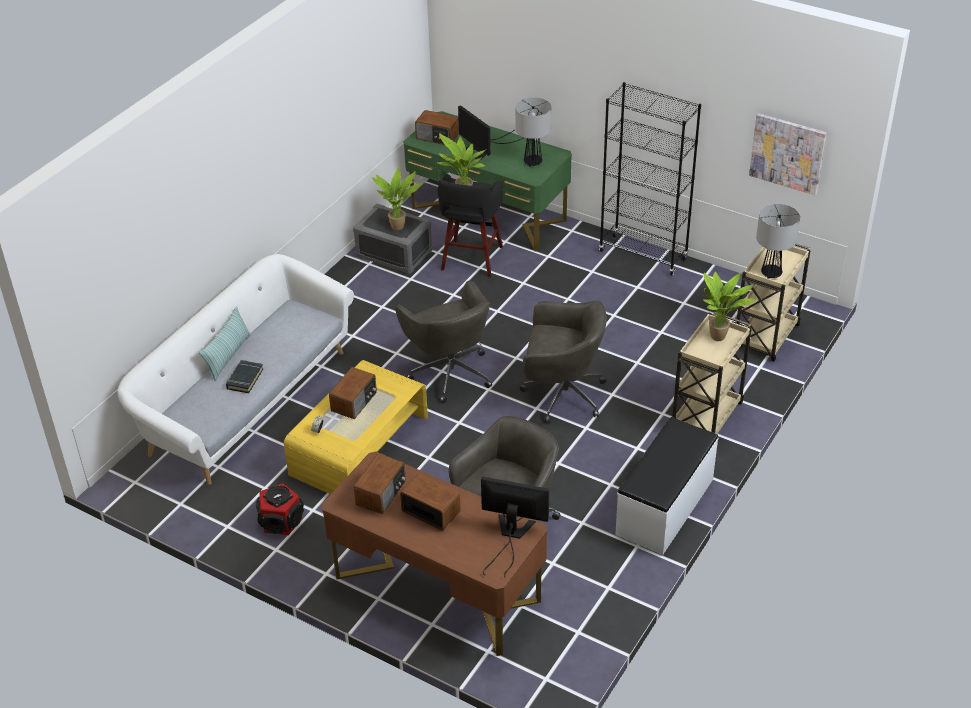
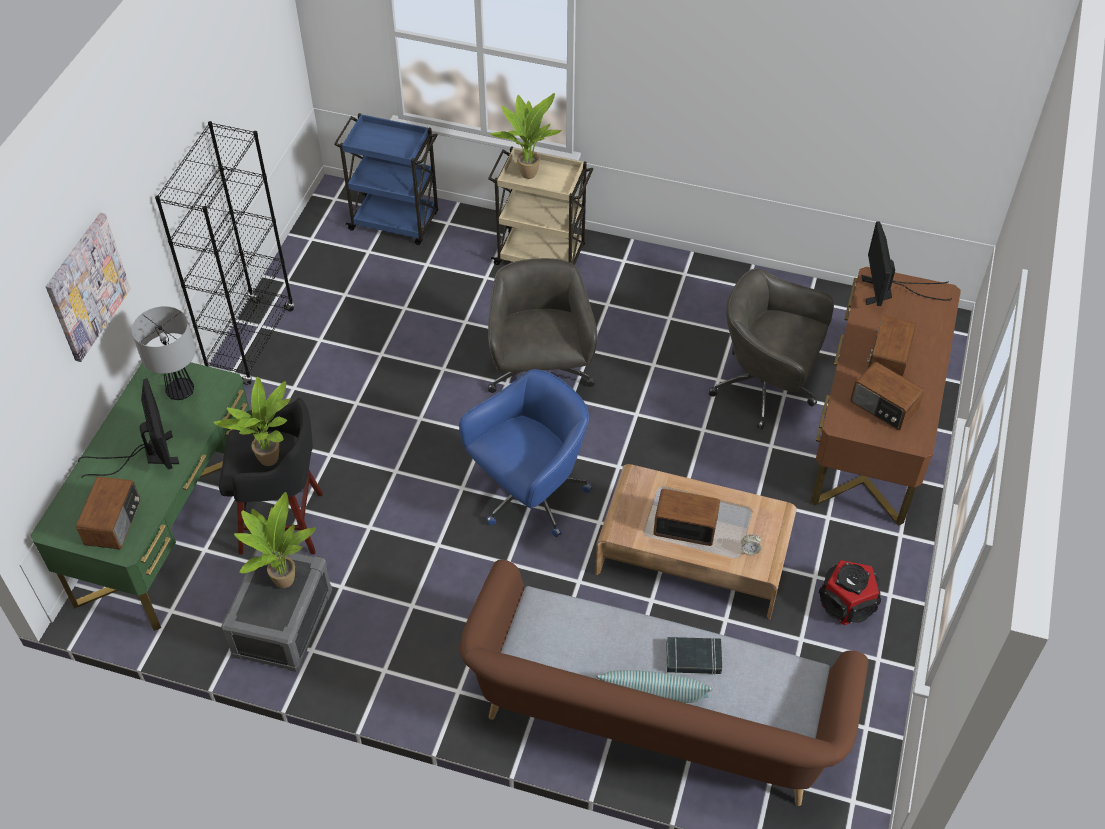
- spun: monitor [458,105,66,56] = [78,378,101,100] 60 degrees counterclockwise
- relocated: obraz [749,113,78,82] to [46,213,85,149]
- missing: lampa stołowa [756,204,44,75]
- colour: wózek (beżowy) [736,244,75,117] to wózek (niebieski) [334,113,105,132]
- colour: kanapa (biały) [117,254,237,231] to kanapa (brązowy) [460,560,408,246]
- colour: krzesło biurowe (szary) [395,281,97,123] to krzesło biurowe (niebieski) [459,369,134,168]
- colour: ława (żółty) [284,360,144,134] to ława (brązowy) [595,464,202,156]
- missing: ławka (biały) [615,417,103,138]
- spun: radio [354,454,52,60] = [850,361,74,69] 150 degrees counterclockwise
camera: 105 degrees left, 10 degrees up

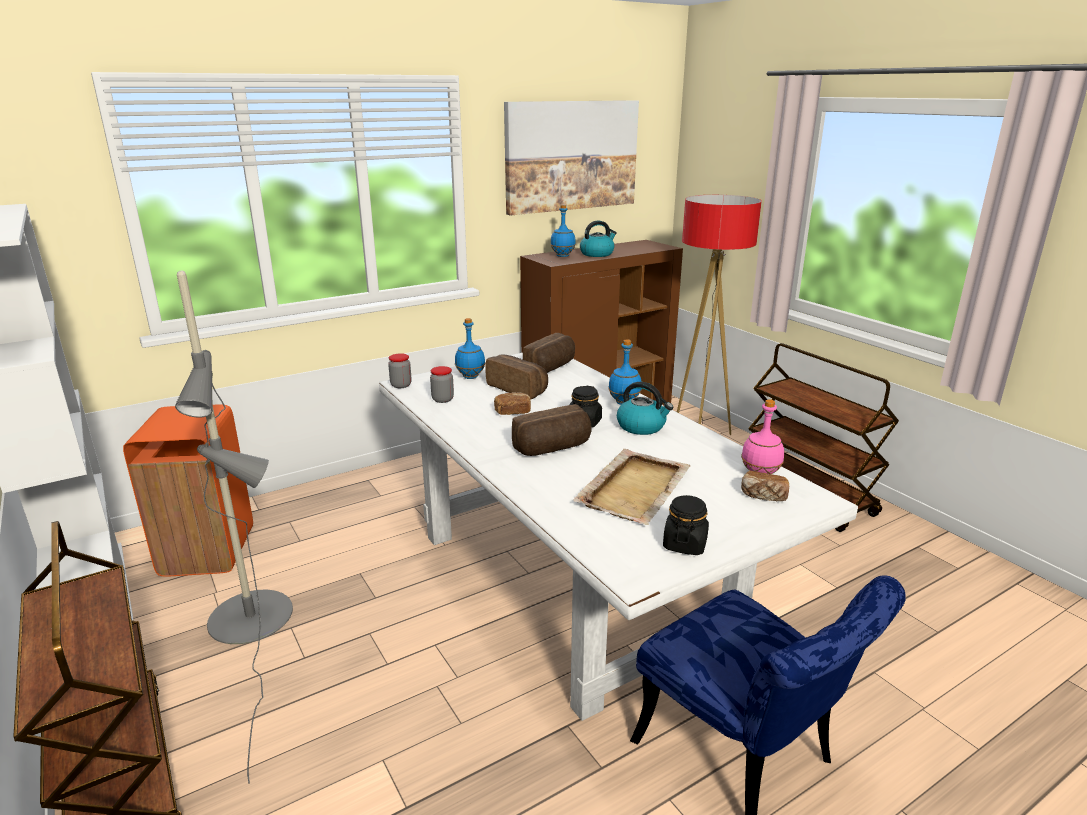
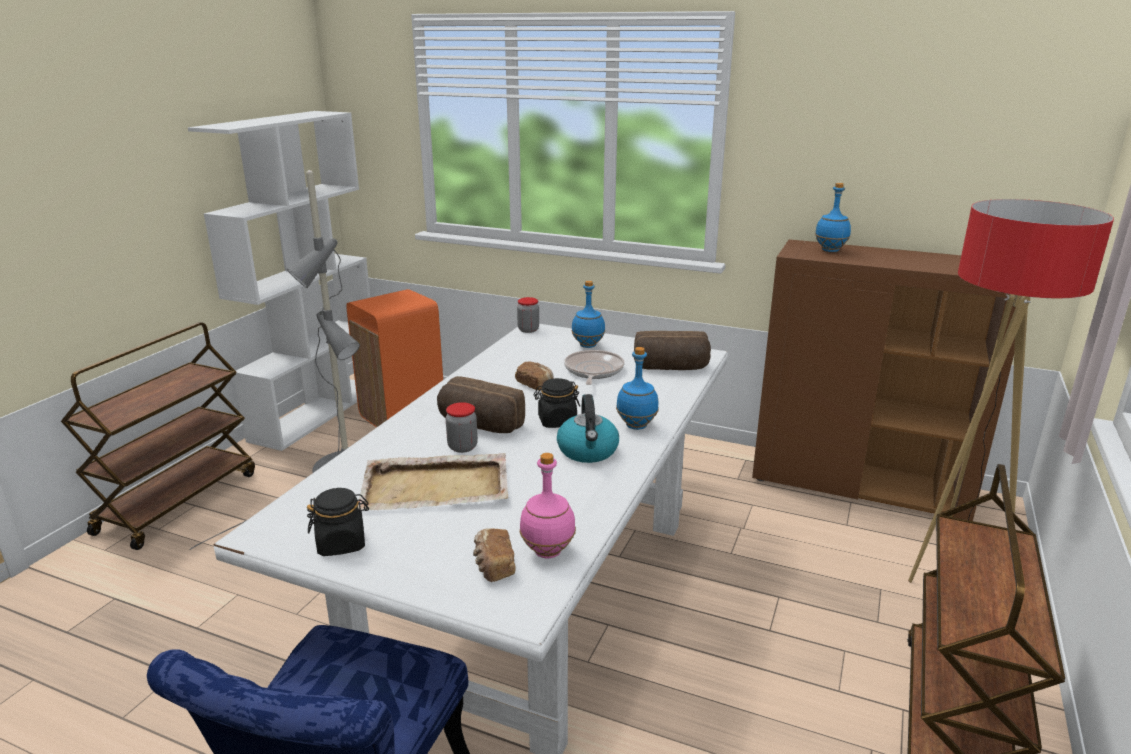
- missing: obraz [504,100,135,116]
- missing: czajnik [580,221,37,36]
- exchanged: chleb [485,354,63,45] to patelnia [564,350,60,35]
- relocated: słoik [430,366,24,37] to [446,402,32,51]
camera: 55 degrees right, 0 degrees up

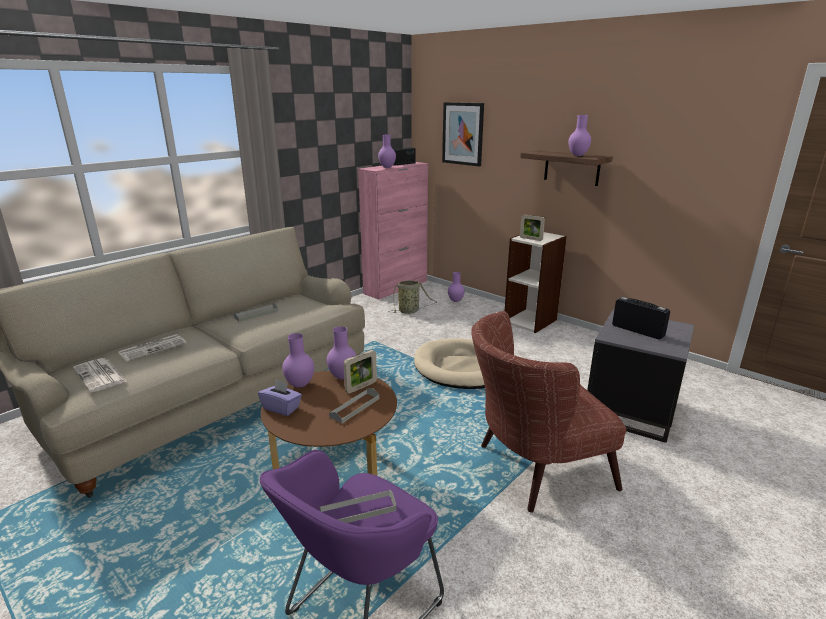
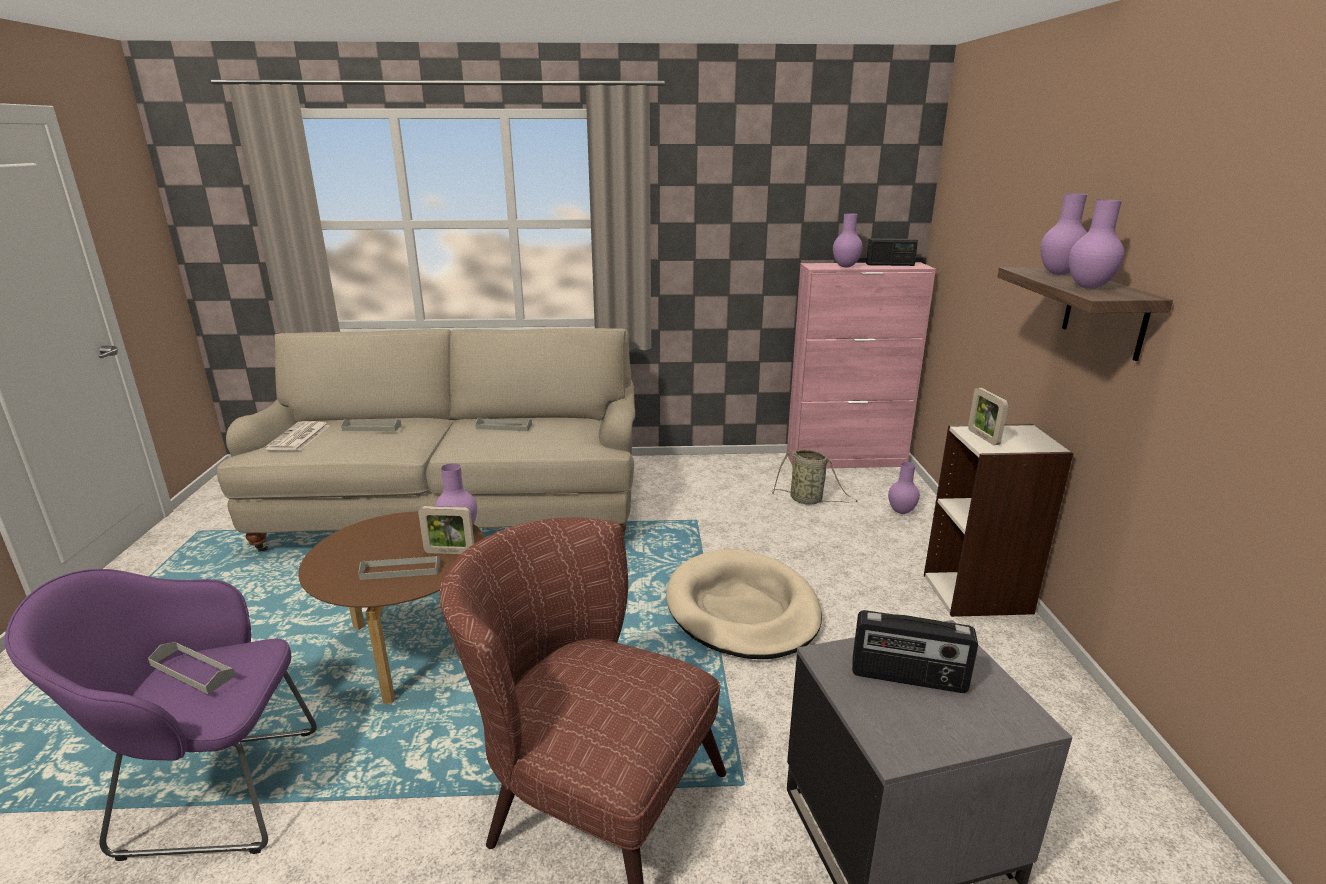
- missing: obraz [442,102,42,65]
- spun: radio [612,297,58,43] = [852,610,126,83] 105 degrees clockwise
- relocated: wazon (fioletowy) [282,333,32,54] to [1040,194,47,81]
- exchanged: gazeta [118,334,68,28] to taca (szary) [341,419,60,12]
- missing: pudełko chusteczek (fioletowy) [258,380,44,36]
camera: 45 degrees right, 0 degrees up

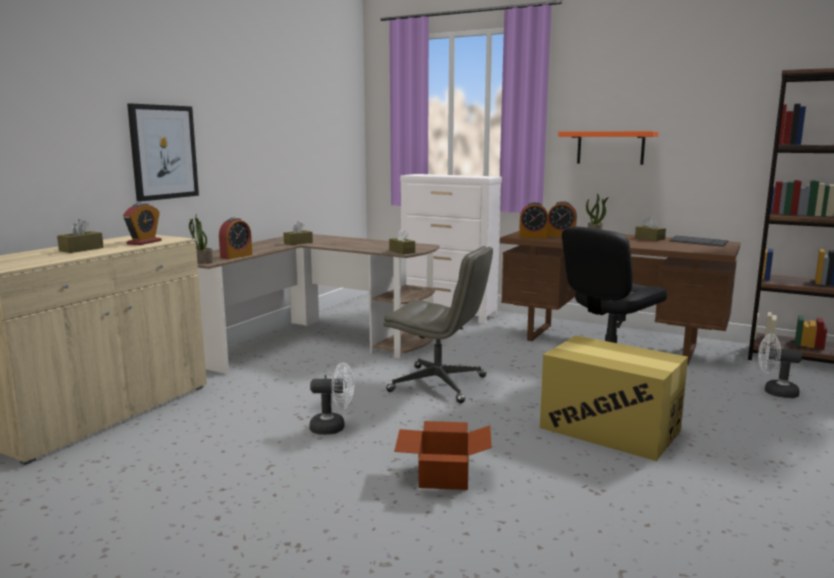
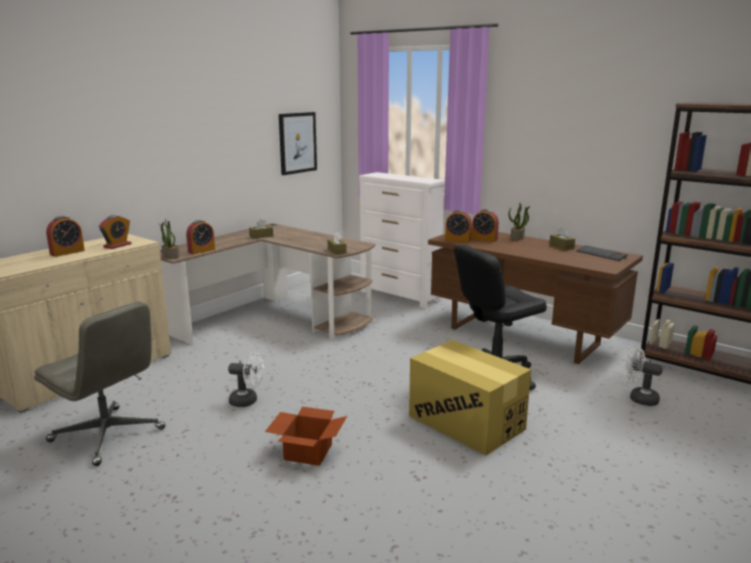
- relocated: obraz [127,103,72,99] to [279,112,38,63]
- missing: półka (pomarańczowy) [558,131,101,34]
- exchanged: pudełko chusteczek (brązowy) [57,219,47,34] to budzik [46,216,39,41]
- relocated: krzesło biurowe (szary) [383,246,110,157] to [34,302,131,164]
camera: 10 degrees right, 5 degrees up

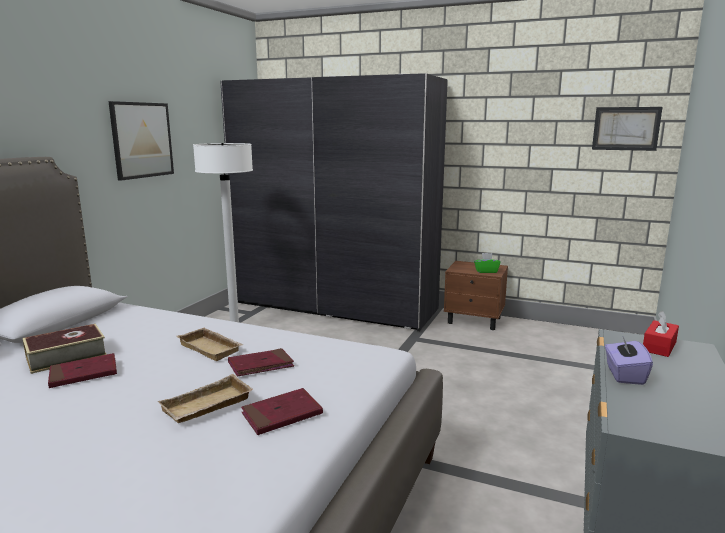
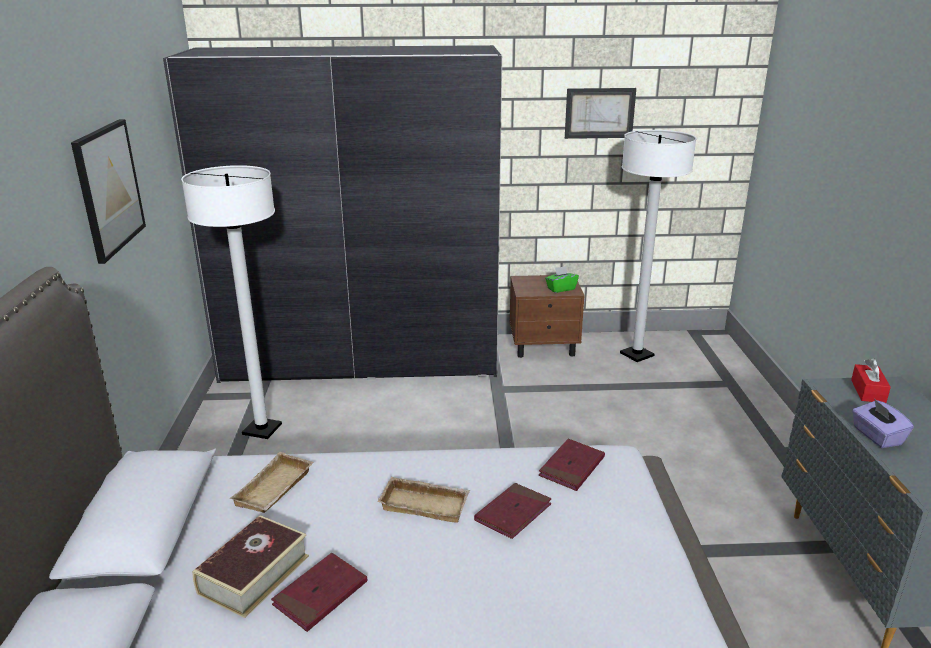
- relocated: obraz [592,107,70,44] to [565,88,71,51]
- relocated: taca (beżowy) [158,374,95,49] to [229,452,84,61]
- relocated: książka (czerwony) [241,388,82,47] to [539,439,66,52]
- appeared: lampa stojąca (biały) [620,130,77,232]
camera: 25 degrees left, 10 degrees up

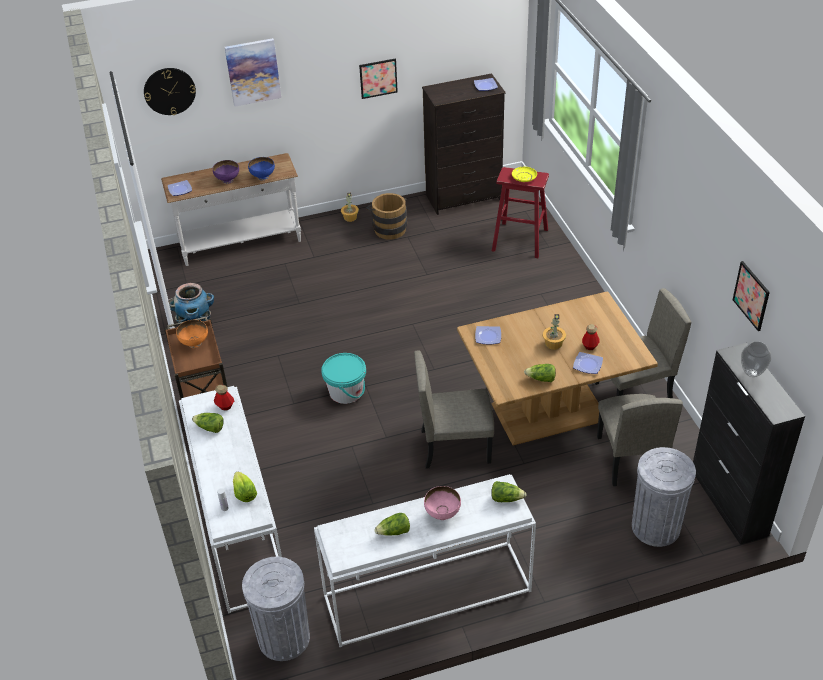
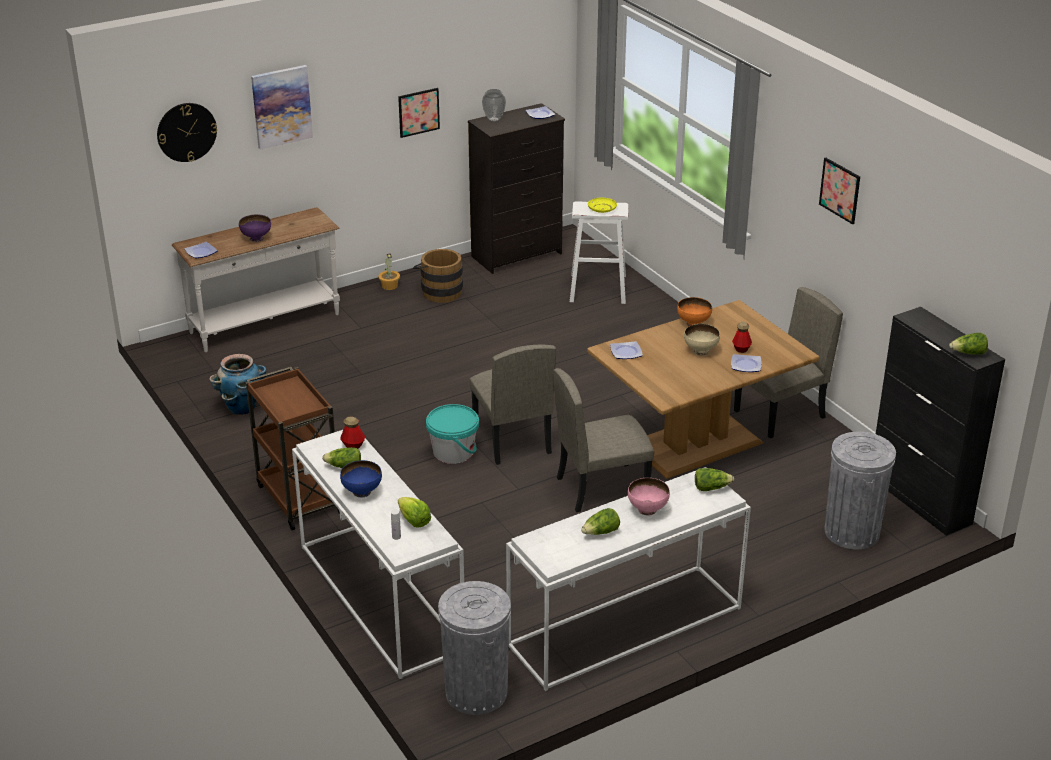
- relocated: miska (niebieski) [248,157,27,23] to [340,460,42,37]
- colour: stołek (czerwony) [492,167,57,91] to stołek (biały) [569,201,59,103]
- relocated: obraz [733,261,37,70] to [819,158,41,66]
- exchanged: roślina doniczkowa [543,314,23,36] to miska (beżowy) [684,324,36,32]
- relocated: miska (pomarańczowy) [176,320,32,28] to [677,297,35,29]
- relocated: wazon [741,341,30,36] to [482,89,24,32]
- relocated: sałata [524,364,32,18] to [949,333,39,22]
- relocated: krzesło (beżowy) [597,394,86,92] to [469,345,87,120]
camera: 15 degrees left, 10 degrees down

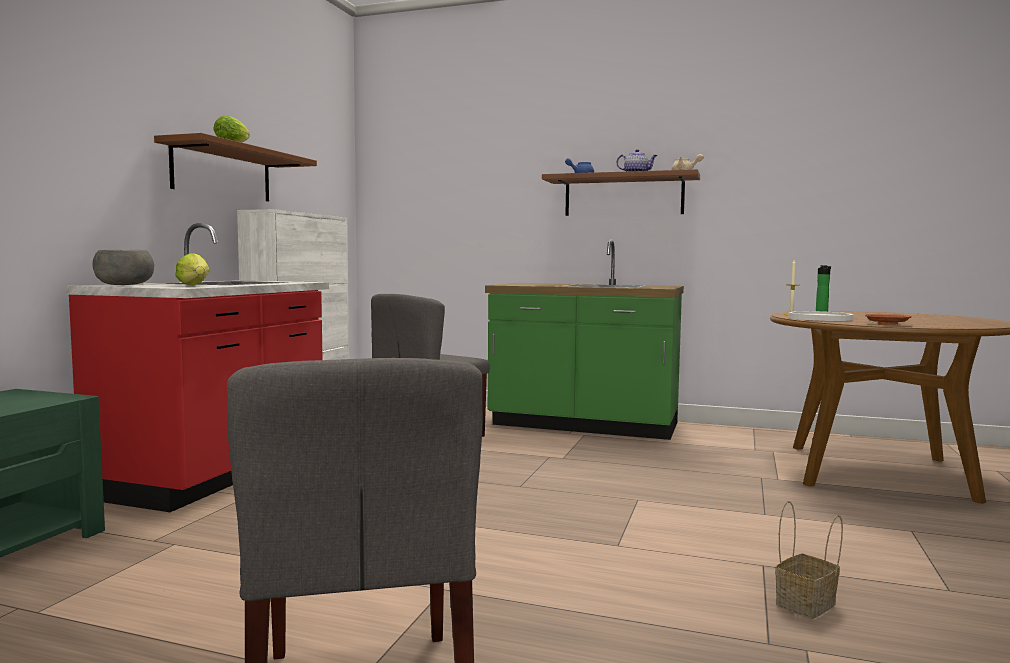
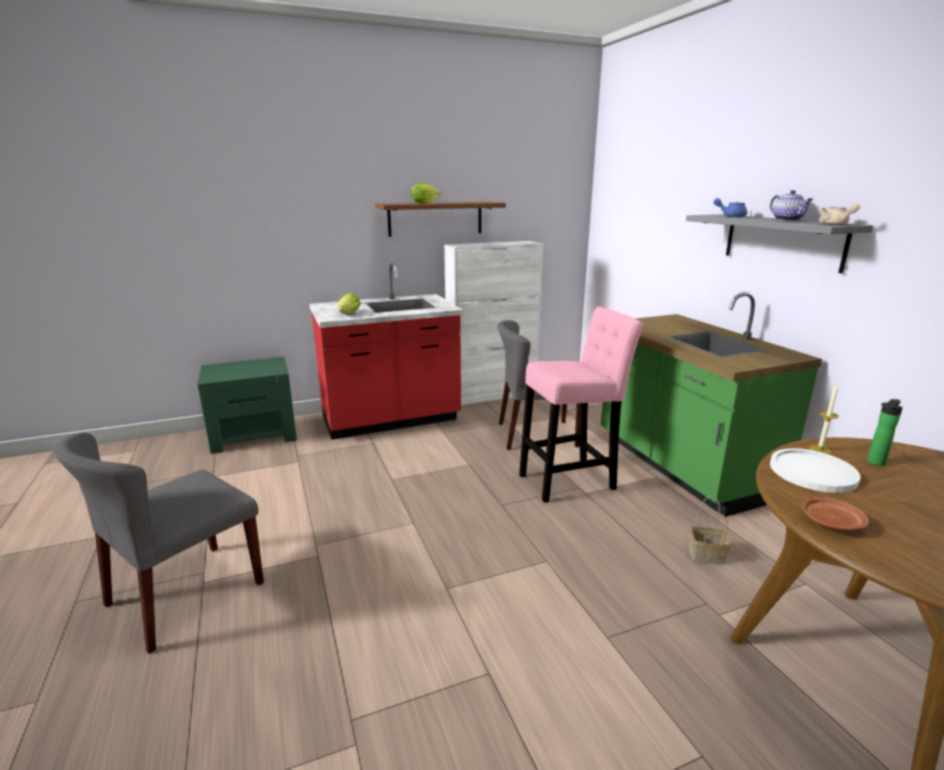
- colour: półka (brązowy) [542,169,158,47] to półka (szary) [686,214,187,60]
- missing: miska (szary) [92,249,62,36]
- relocated: koszyk [775,501,68,118] to [689,496,41,68]
- appeared: stołek (różowy) [519,306,124,197]
camera: 50 degrees right, 15 degrees up

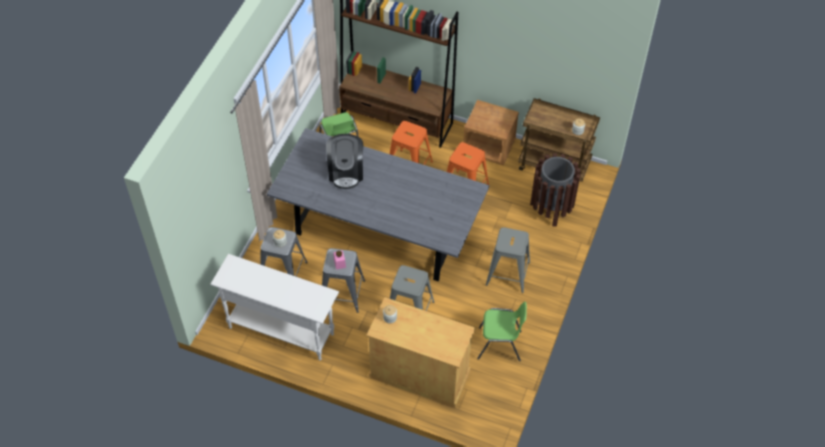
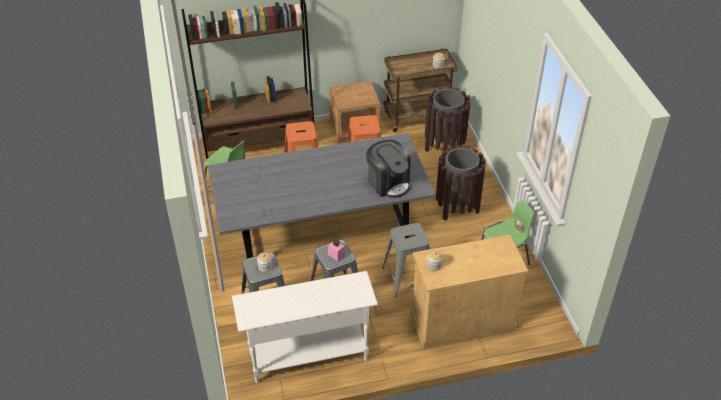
- relocated: ekspres do kawy [326,134,37,55] to [366,140,45,58]
- exchanged: stołek (szary) [486,227,44,66] to kosz na śmieci (brązowy) [436,145,50,76]
camera: 35 degrees left, 10 degrees down

